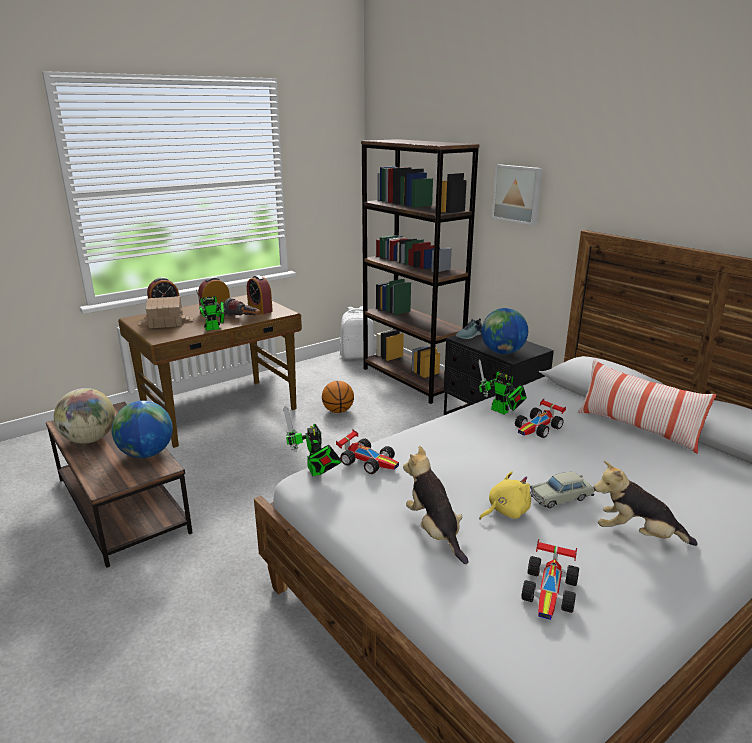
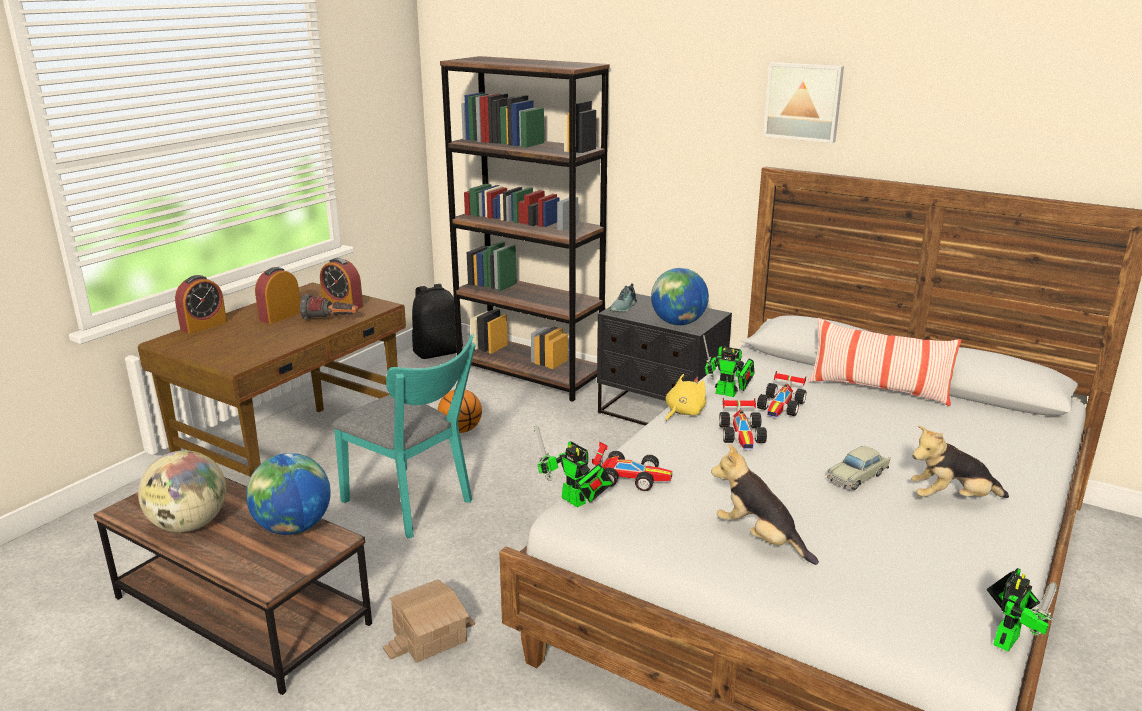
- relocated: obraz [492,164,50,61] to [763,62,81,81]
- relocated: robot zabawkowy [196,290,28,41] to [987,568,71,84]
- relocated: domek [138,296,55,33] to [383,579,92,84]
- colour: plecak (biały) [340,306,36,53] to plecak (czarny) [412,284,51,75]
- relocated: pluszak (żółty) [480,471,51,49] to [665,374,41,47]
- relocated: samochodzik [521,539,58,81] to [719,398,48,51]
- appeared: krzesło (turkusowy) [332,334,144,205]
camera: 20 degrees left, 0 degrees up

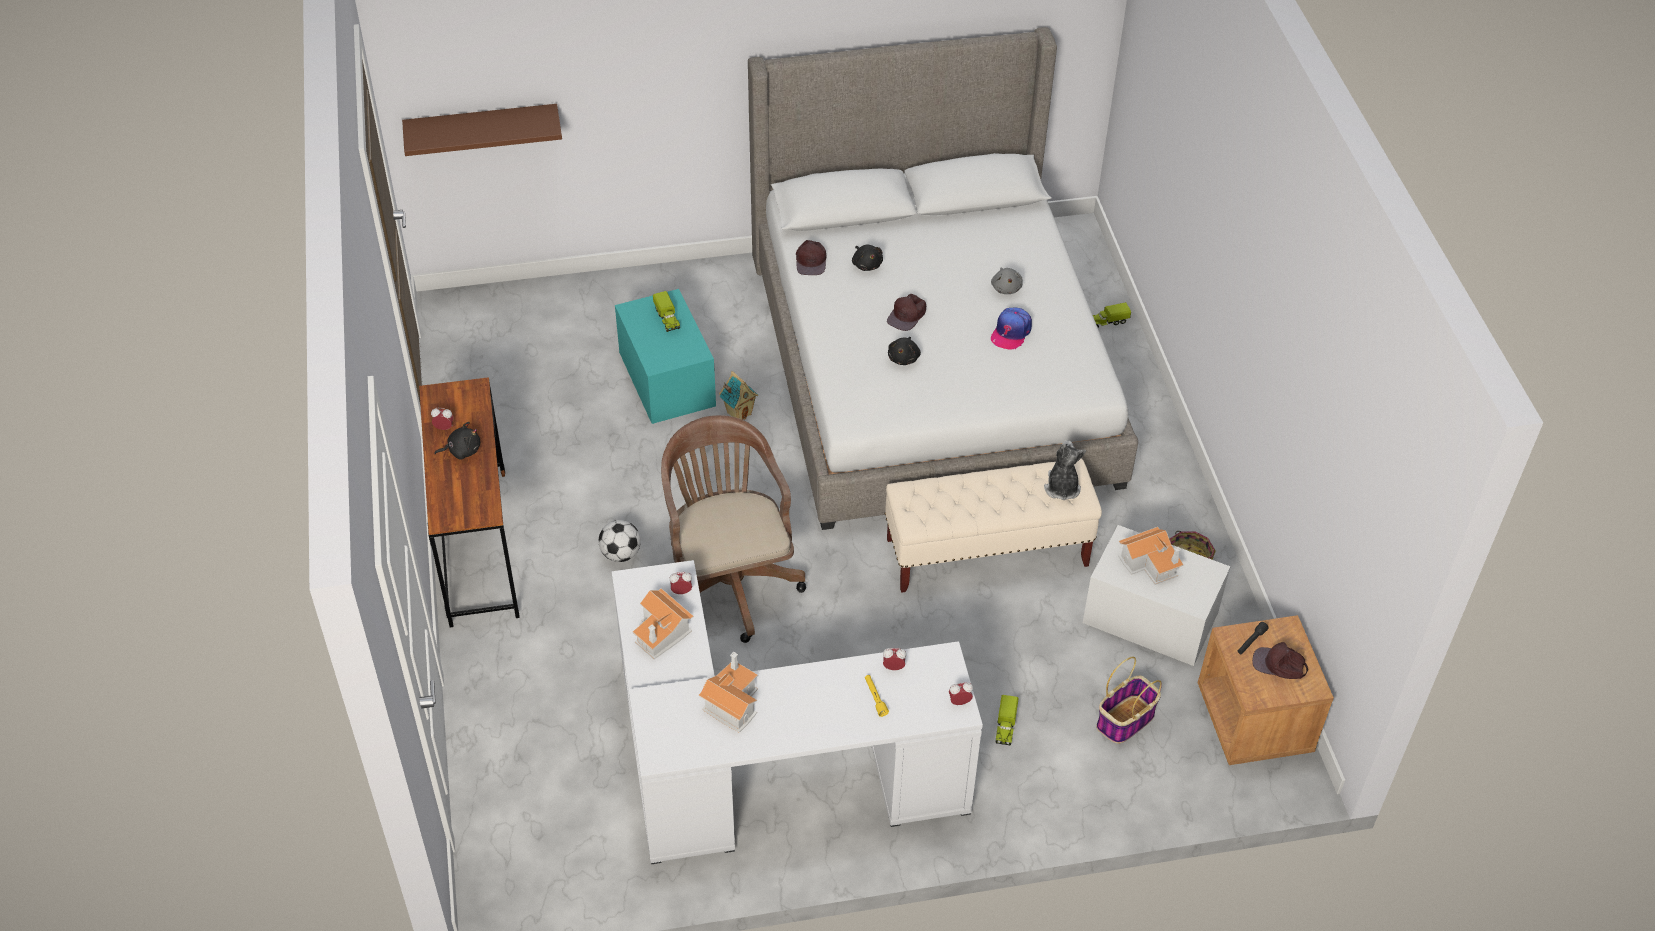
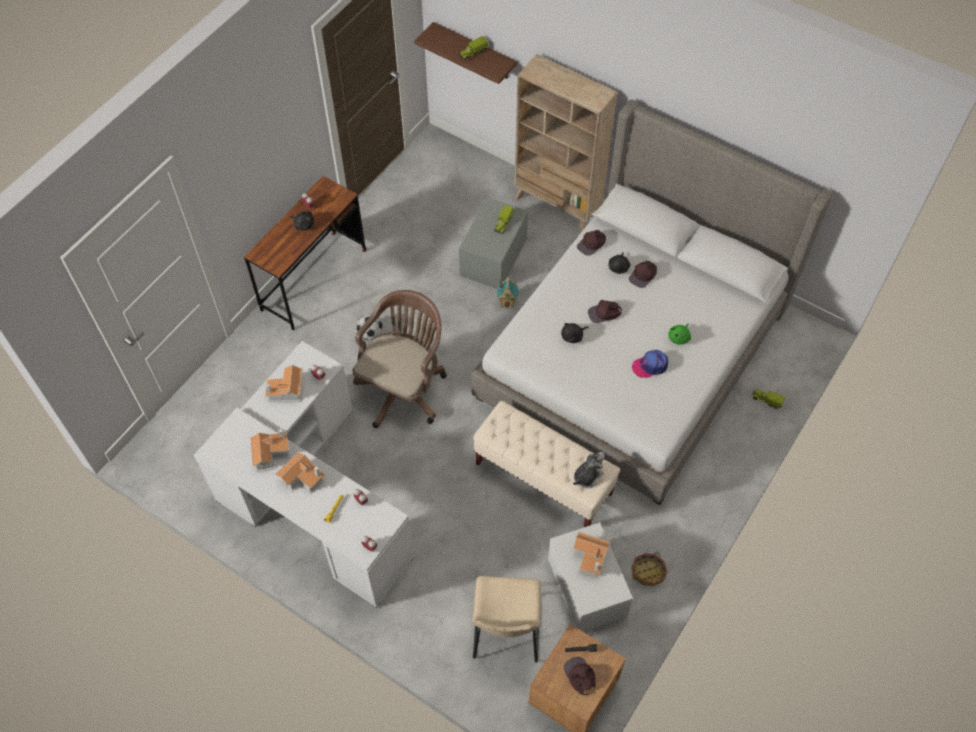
- colour: pluszak (szary) [991,267,32,27] to pluszak (zielony) [668,323,23,21]
- colour: pojemnik do przechowywania (turkusowy) [615,289,101,135] to pojemnik do przechowywania (szary) [459,198,69,91]
- exchanged: koszyk [1096,657,66,87] to krzesło (beżowy) [473,576,68,87]
- relocated: ciężarówka zabawkowa [996,695,23,51] to [458,36,30,25]
- appeared: regał (beżowy) [514,54,104,178]
- appeared: czapka z daszkiem (brązowy) [629,261,28,27]
- appeared: domek [275,452,50,42]
camera: 45 degrees right, 10 degrees up

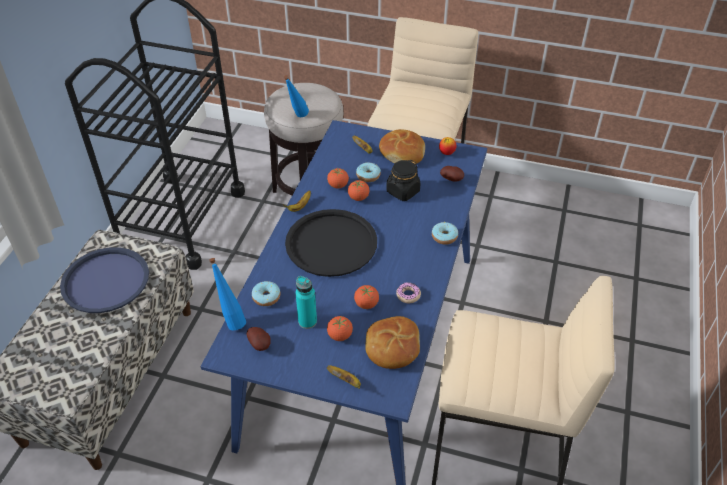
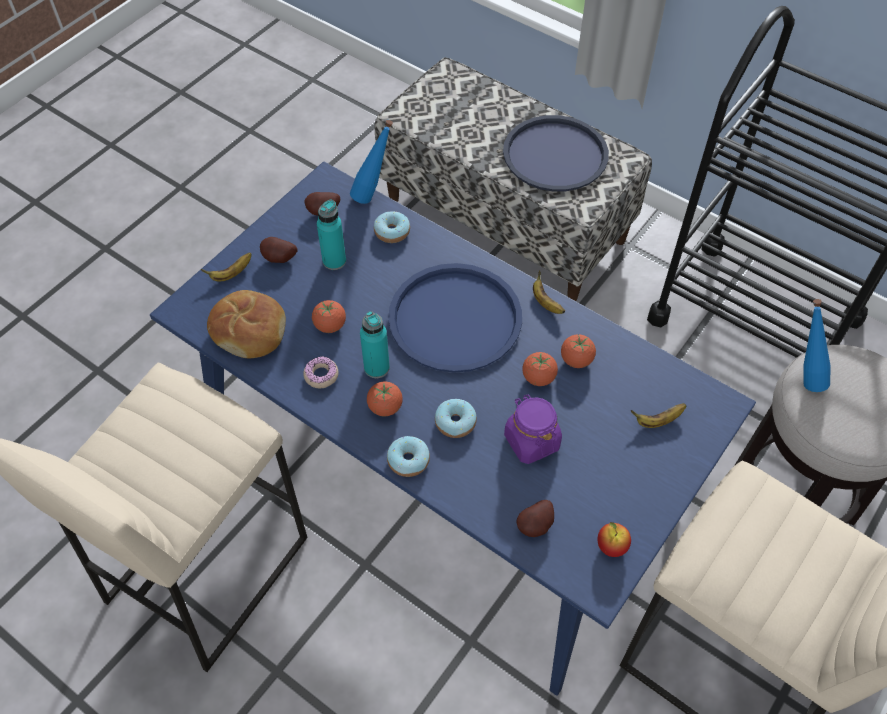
- missing: chleb [379,129,46,35]
- colour: słoik (czarny) [386,160,34,41] to słoik (fioletowy) [504,395,58,69]
- relocated: donut [356,163,25,19] to [435,399,42,39]
- colour: taca (czarny) [285,209,92,68] to taca (niebieski) [388,263,134,110]
- relocated: pomidor [327,316,26,25] to [367,382,36,34]
- appeared: ziemniak [260,237,38,26]
- appeared: butelka (turkusowy) [360,311,30,67]
camera: 110 degrees right, 10 degrees up

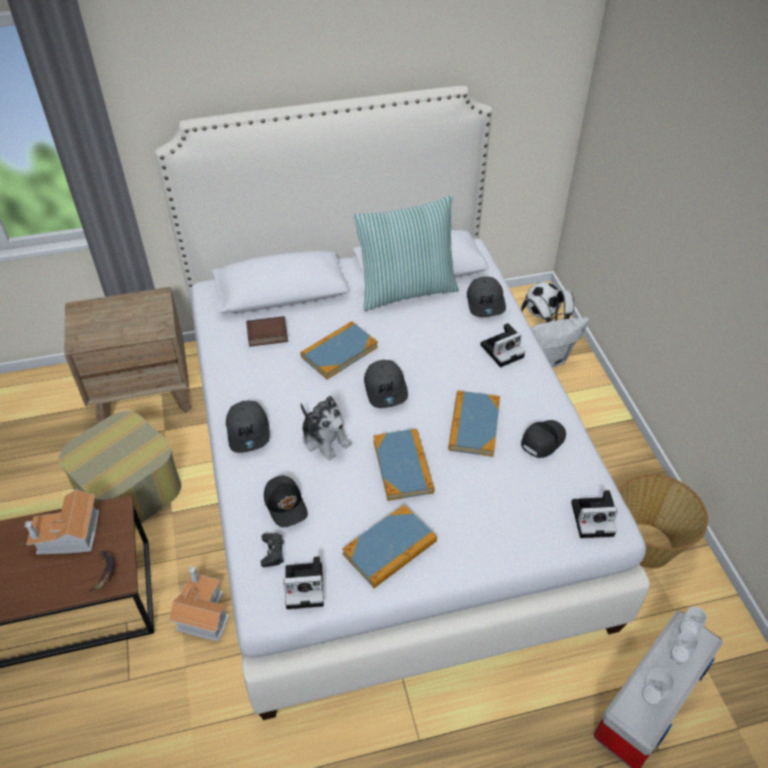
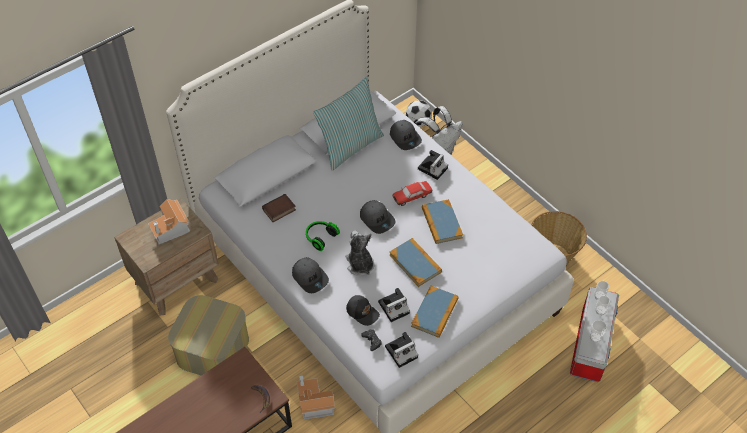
- missing: książka [301,321,77,59]
- spun: pluszak [300,396,52,64] = [345,230,30,46] 135 degrees counterclockwise
- missing: czapka z daszkiem (czarny) [521,420,45,38]
- relocated: domek [25,489,74,65] to [148,199,42,45]
- relocated: aparat fotograficzny [571,490,46,48] to [378,288,32,34]
- appeared: samochodzik [393,181,39,25]
- appeared: słuchawki [306,221,34,30]
camera: 25 degrees left, 5 degrees up

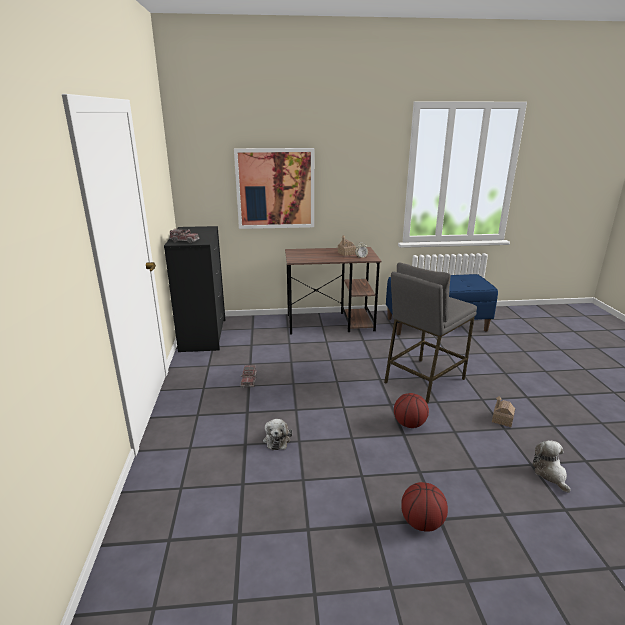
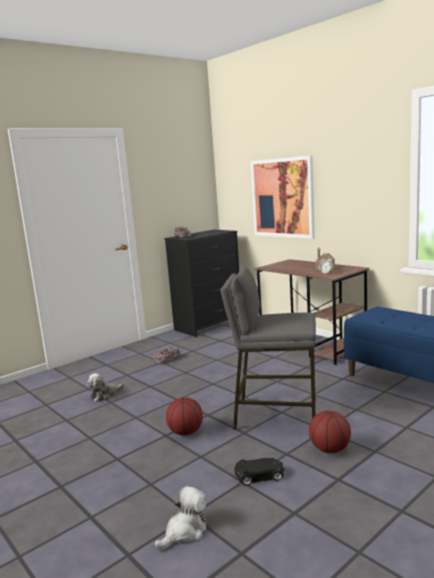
- exchanged: domek [492,396,23,31] to samochodzik (czarny) [235,458,50,28]
- relocated: piłka do koszykówki [401,482,47,50] to [309,410,42,43]
camera: 55 degrees right, 10 degrees down

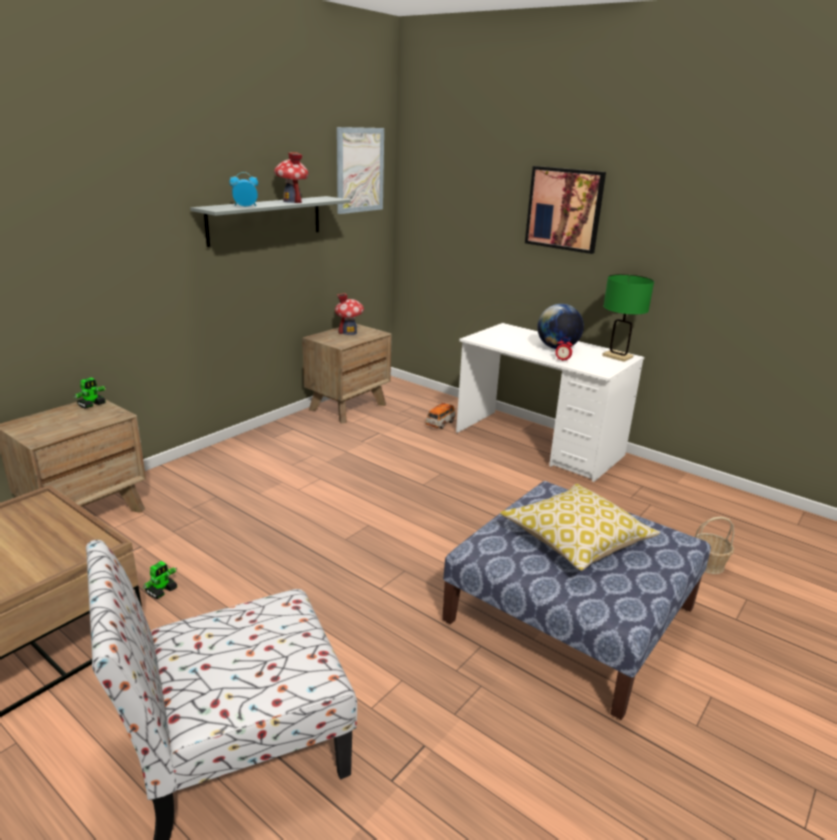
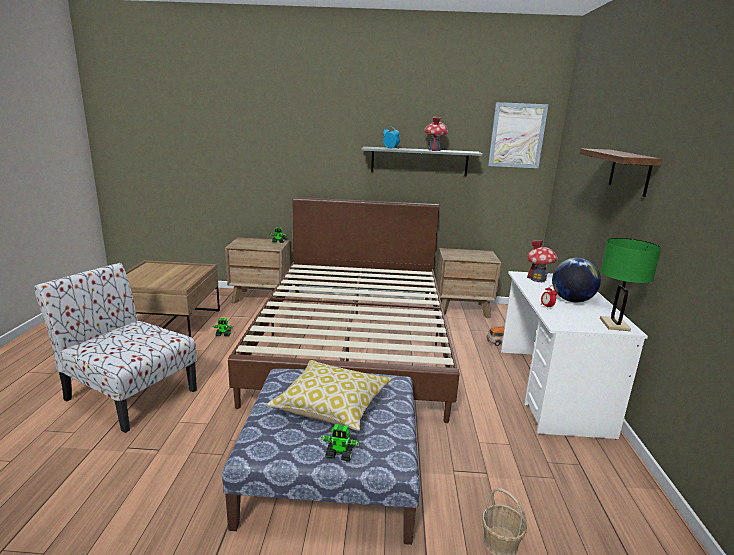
- exchanged: obraz [525,166,81,88] to półka [580,148,82,49]
- relocated: domek [335,293,29,42] to [527,240,31,42]
- appeared: łóżko (brązowy) [228,197,231,226]
- appeared: robot zabawkowy [321,424,39,38]
camera: 55 degrees right, 5 degrees down

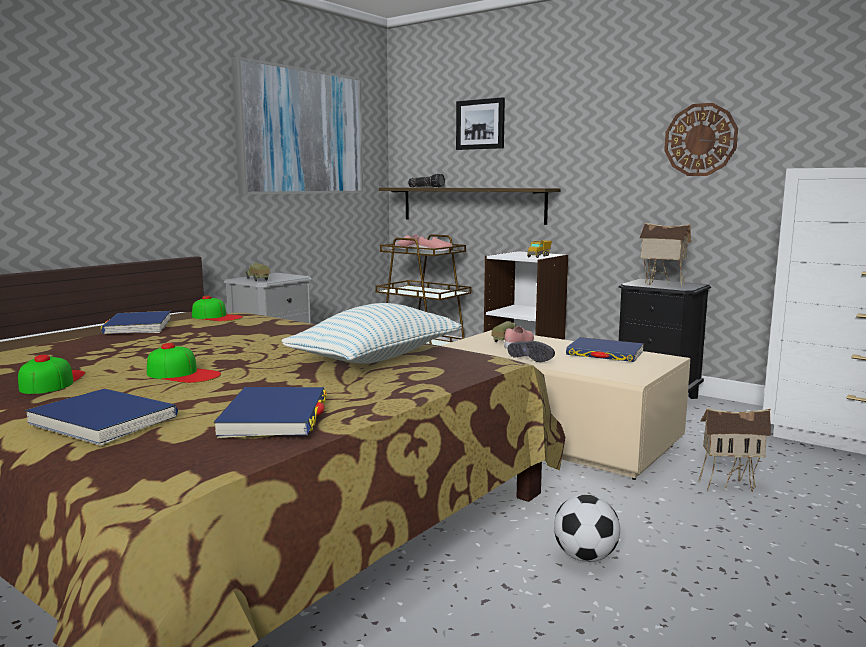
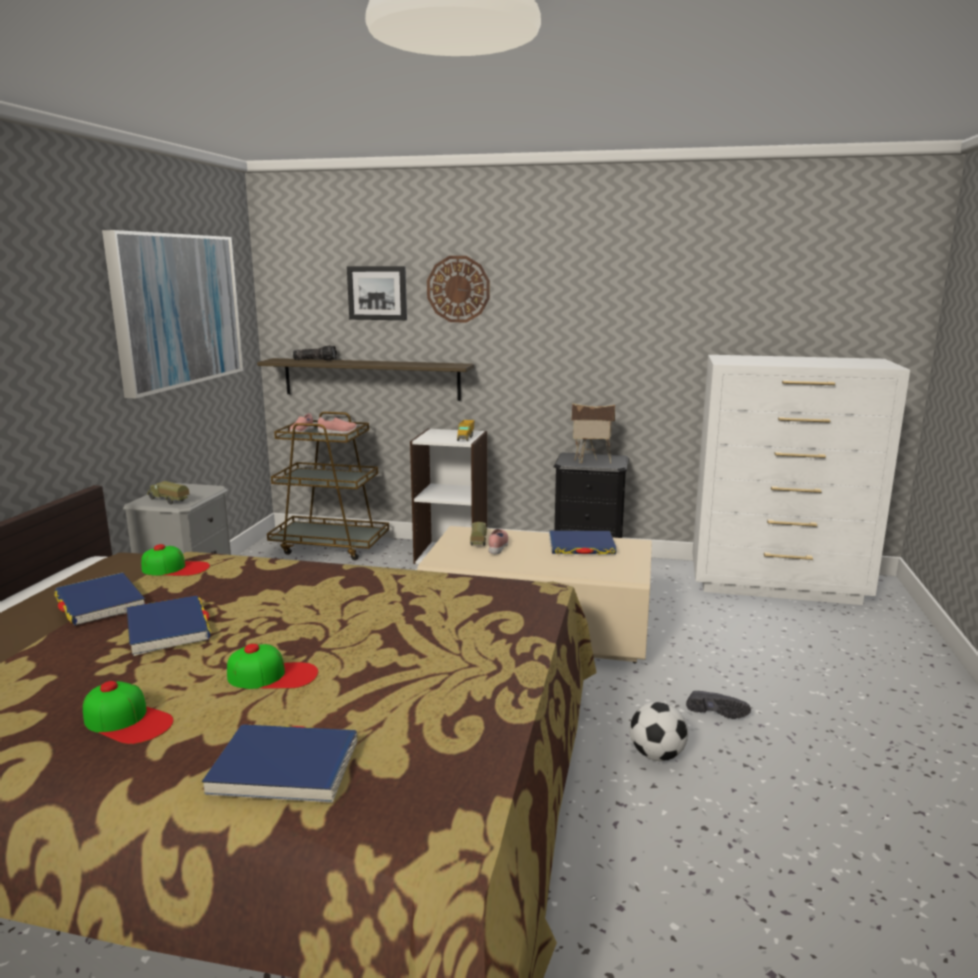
- relocated: zegar ścienny [664,103,74,73] to [427,256,63,66]
- missing: poduszka [281,303,181,60]
- relocated: but (czarny) [508,341,47,21] to [686,691,65,28]
- spun: czapka z daszkiem [18,354,67,40] = [83,681,91,63] 150 degrees clockwise
- relocated: książka (niebieski) [213,387,114,51] to [127,595,84,61]
- missing: domek [698,408,73,84]
camera: 25 degrees left, 5 degrees up

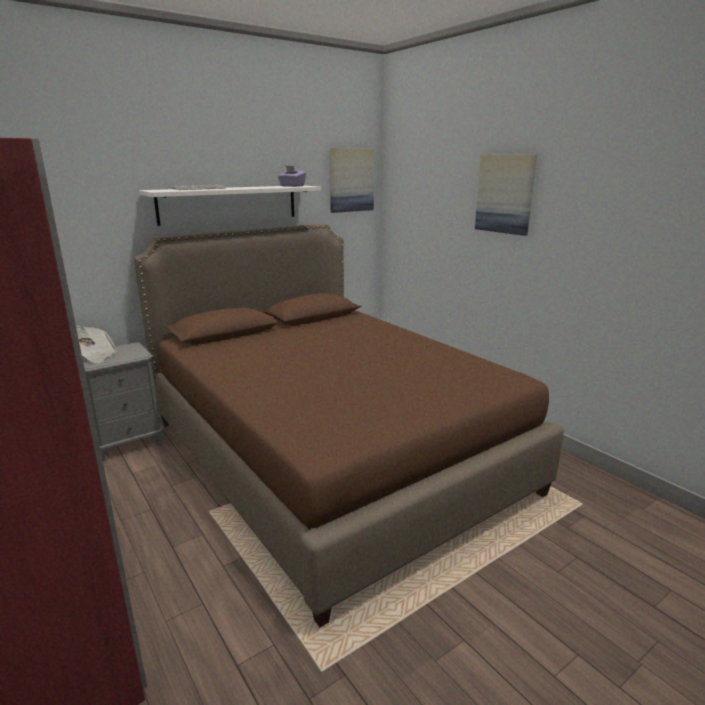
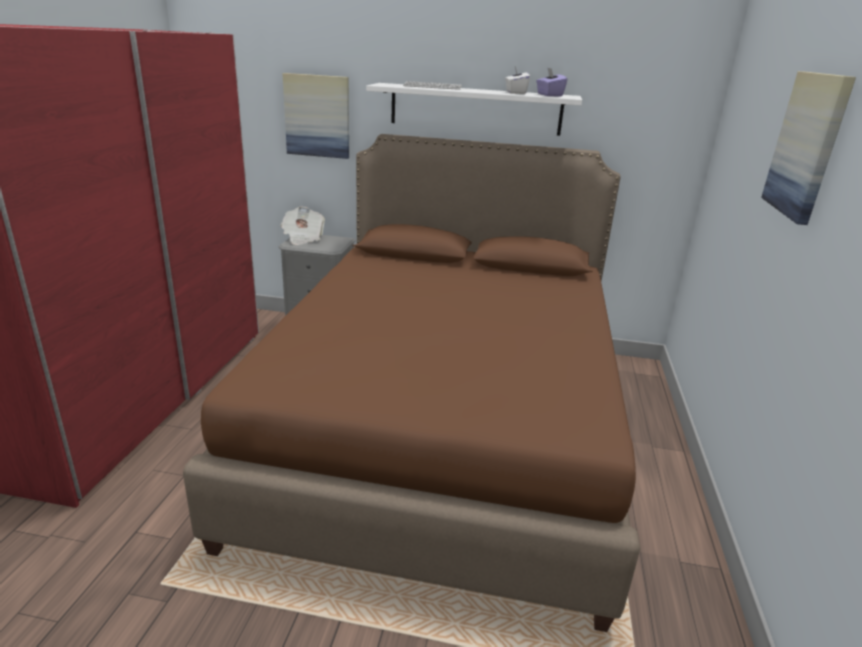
- relocated: obraz [330,148,44,65] to [282,73,67,86]
- appeared: pudełko chusteczek (biały) [505,66,25,28]
camera: 45 degrees right, 5 degrees up

